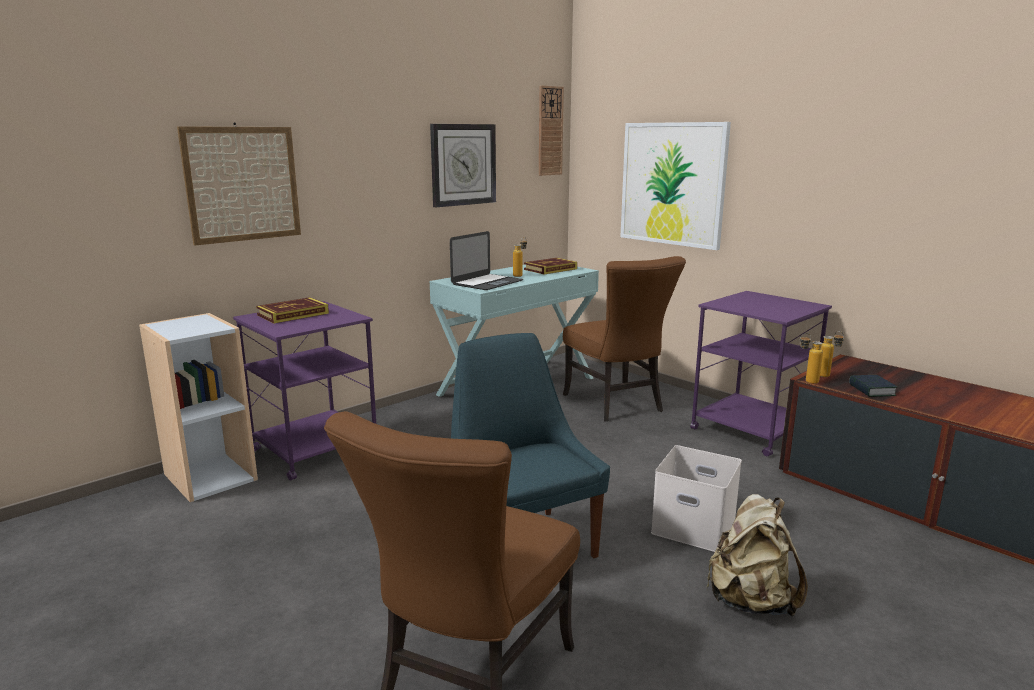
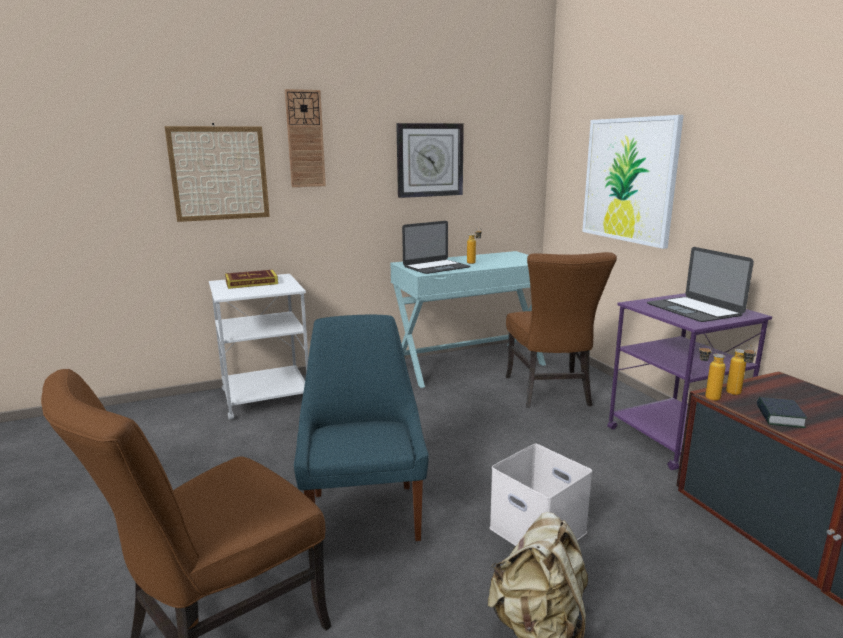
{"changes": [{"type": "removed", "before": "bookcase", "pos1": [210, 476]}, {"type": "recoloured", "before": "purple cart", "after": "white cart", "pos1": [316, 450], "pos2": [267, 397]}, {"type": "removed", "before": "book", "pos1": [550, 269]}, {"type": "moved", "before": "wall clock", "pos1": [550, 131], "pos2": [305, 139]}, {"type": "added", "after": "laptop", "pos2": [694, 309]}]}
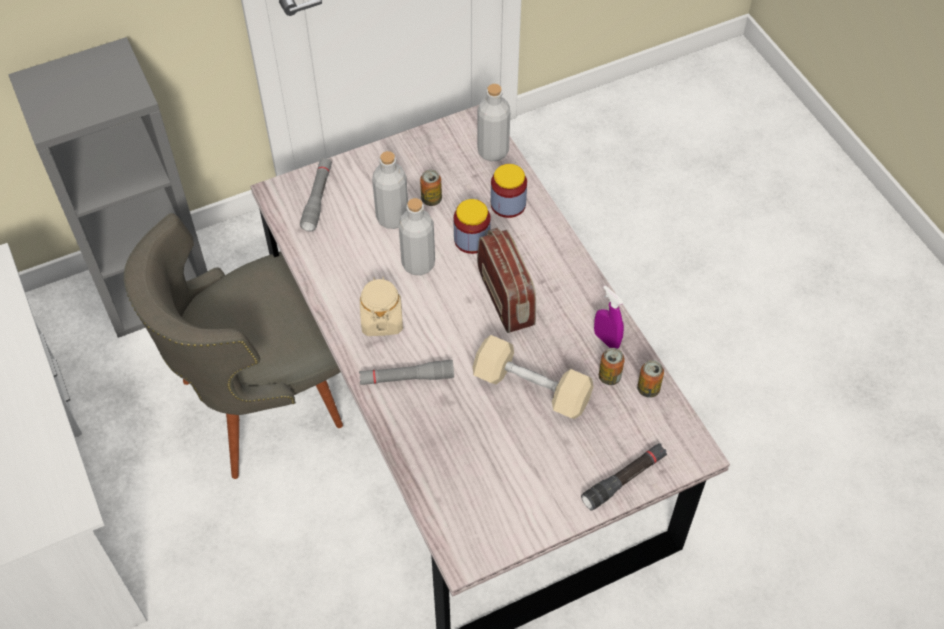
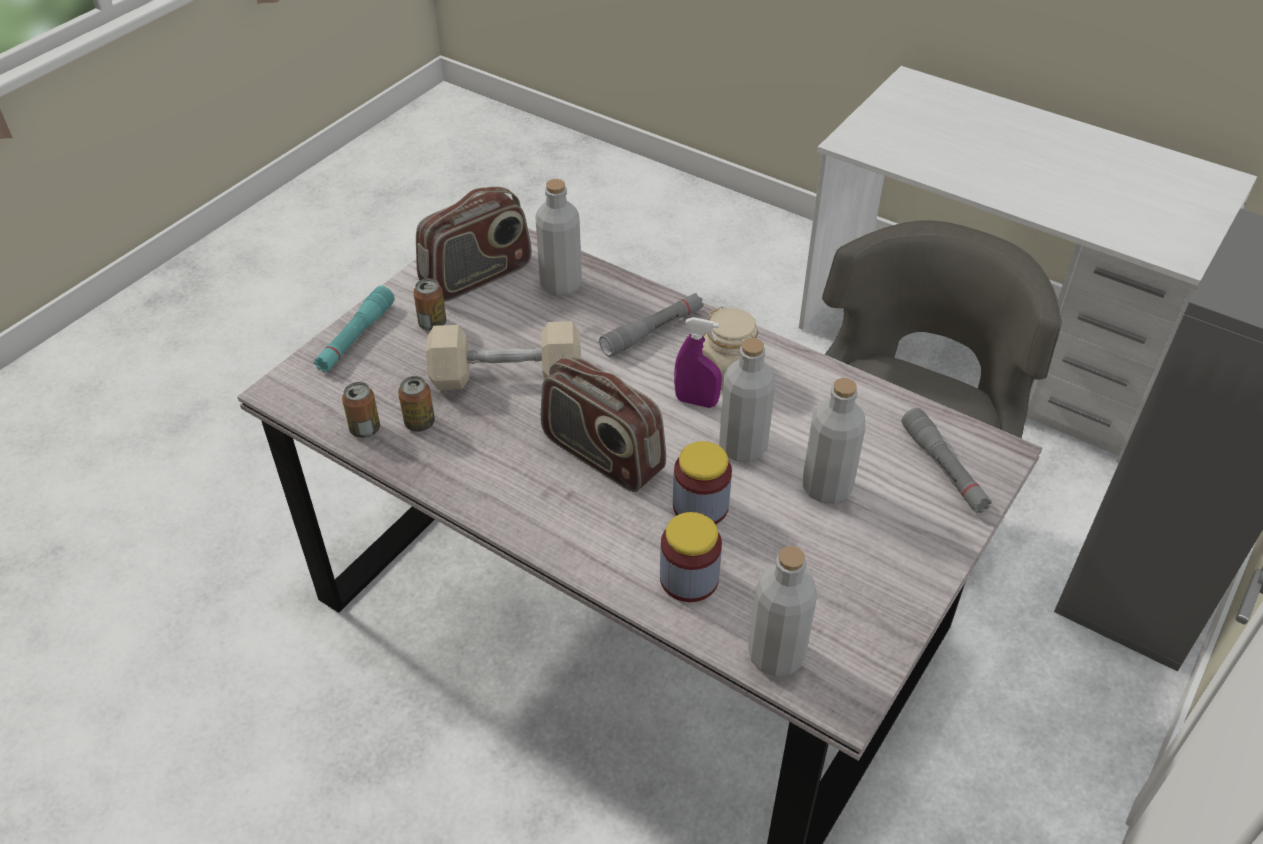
{"changes": [{"type": "moved", "before": "can", "pos1": [431, 199], "pos2": [432, 323]}, {"type": "recoloured", "before": "black flashlight", "after": "turquoise flashlight", "pos1": [624, 479], "pos2": [356, 337]}, {"type": "moved", "before": "purple spray bottle", "pos1": [606, 340], "pos2": [696, 401]}, {"type": "added", "after": "radio", "pos2": [477, 276]}, {"type": "added", "after": "grey bottle", "pos2": [561, 284]}]}
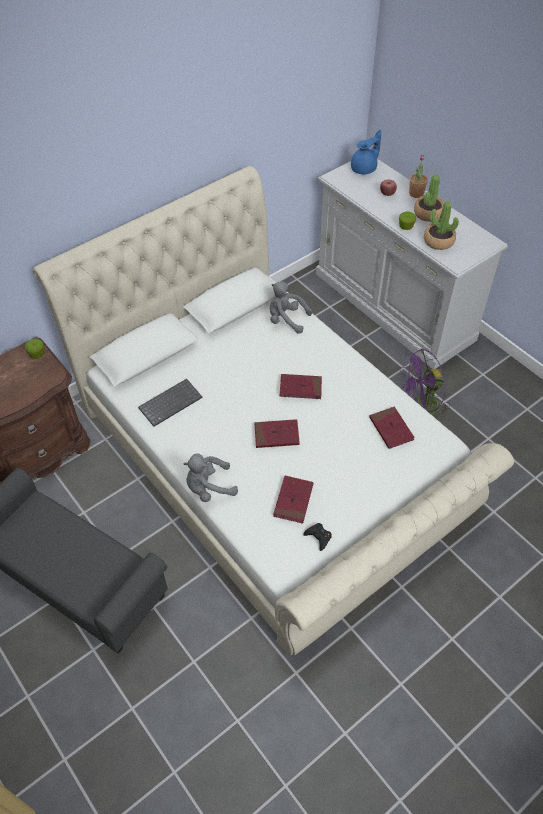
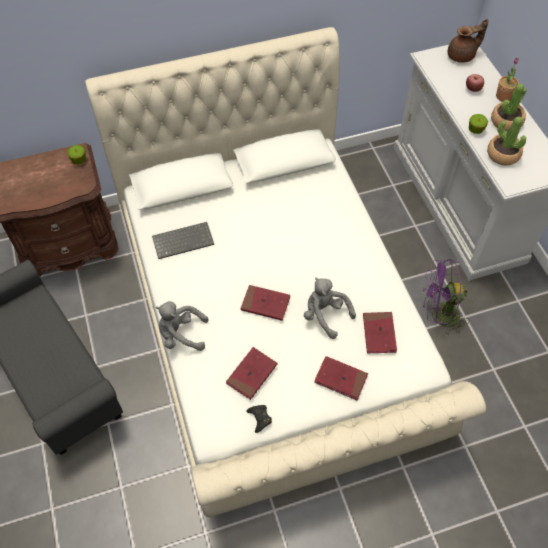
{"changes": [{"type": "moved", "before": "grey plush toy", "pos1": [286, 319], "pos2": [325, 315]}, {"type": "moved", "before": "red book", "pos1": [300, 388], "pos2": [341, 379]}, {"type": "recoloured", "before": "blue teapot", "after": "brown teapot", "pos1": [364, 169], "pos2": [462, 56]}]}
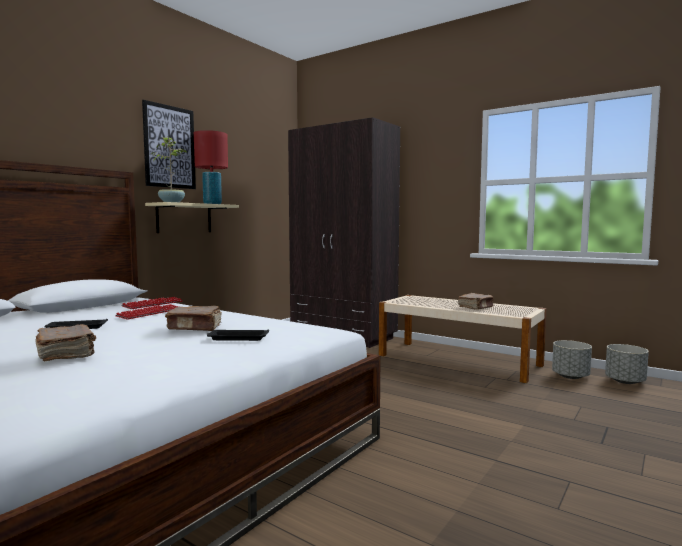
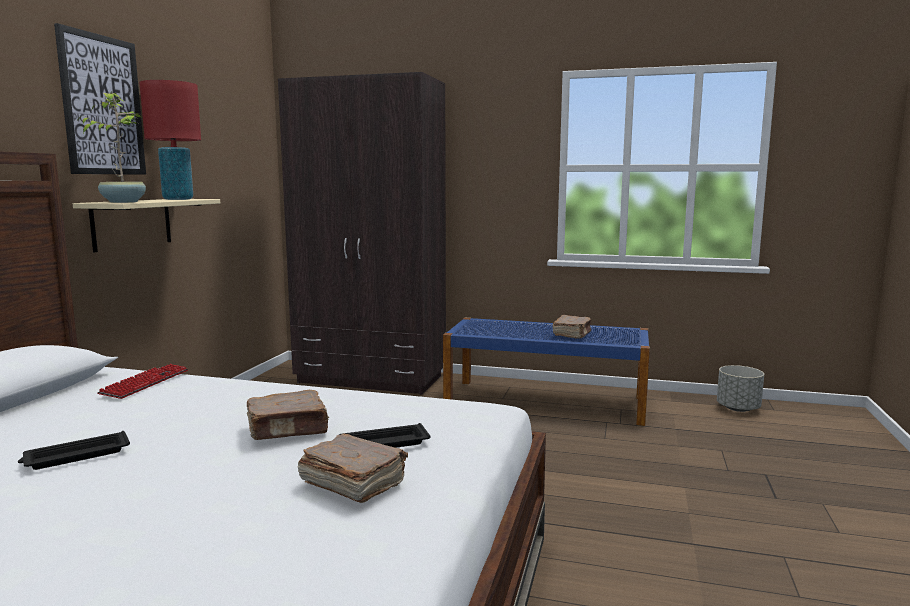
{"changes": [{"type": "moved", "before": "brown book", "pos1": [67, 354], "pos2": [352, 483]}, {"type": "removed", "before": "keyboard", "pos1": [149, 313]}, {"type": "recoloured", "before": "beige bench", "after": "blue bench", "pos1": [458, 360], "pos2": [545, 401]}, {"type": "removed", "before": "grey planter", "pos1": [571, 376]}]}
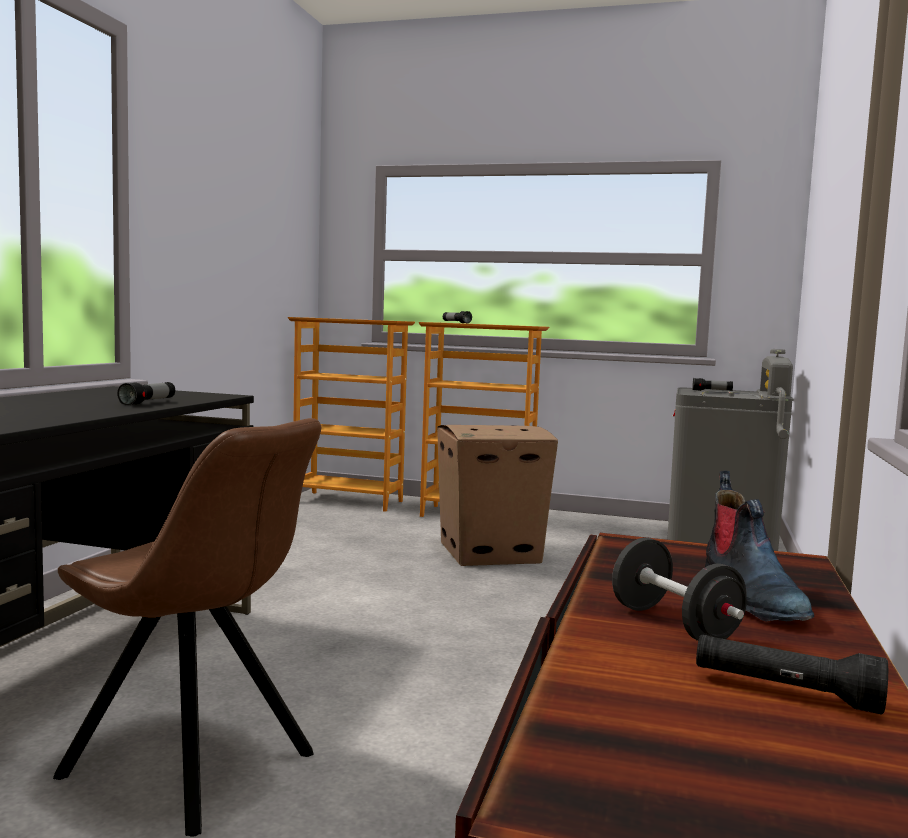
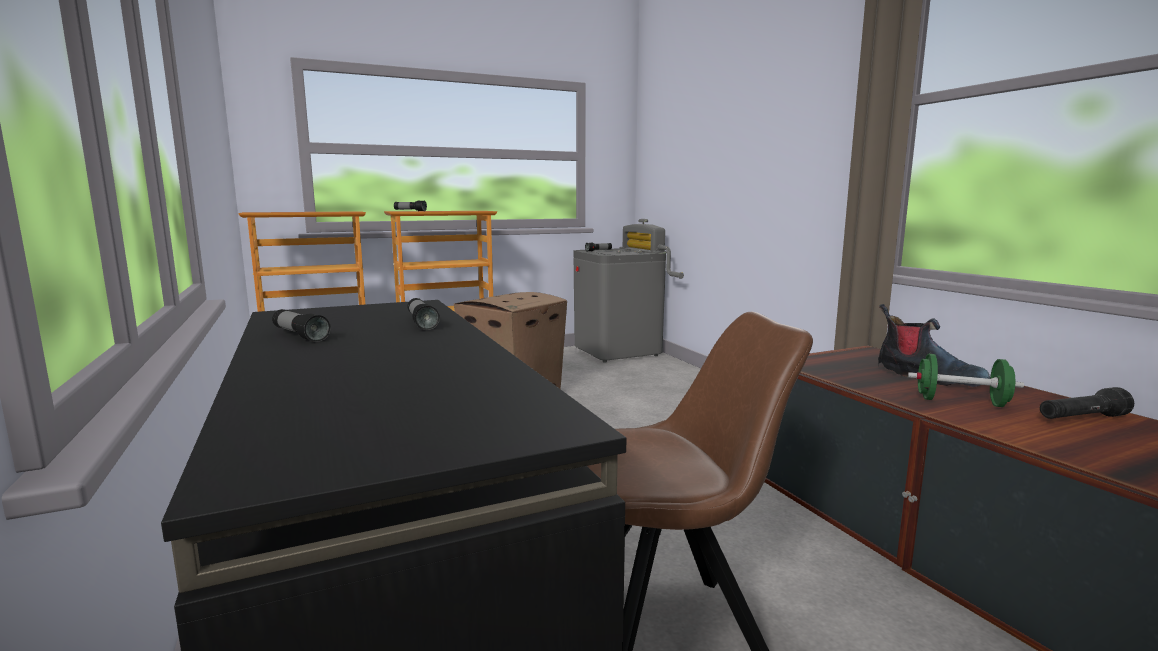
{"changes": [{"type": "recoloured", "before": "black dumbbell", "after": "green dumbbell", "pos1": [674, 625], "pos2": [961, 402]}, {"type": "added", "after": "flashlight", "pos2": [300, 336]}]}
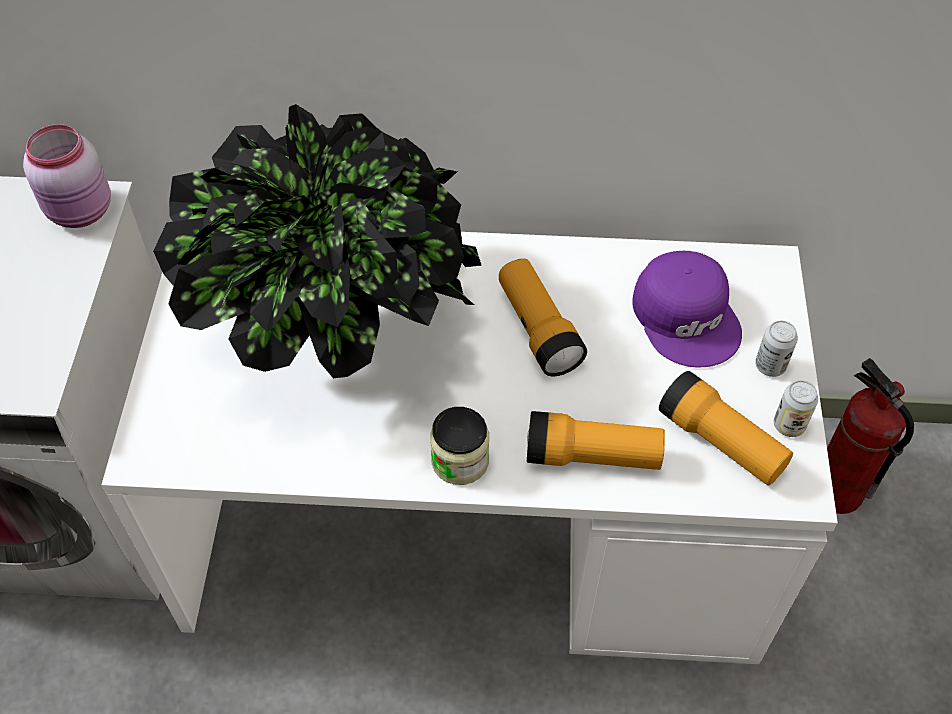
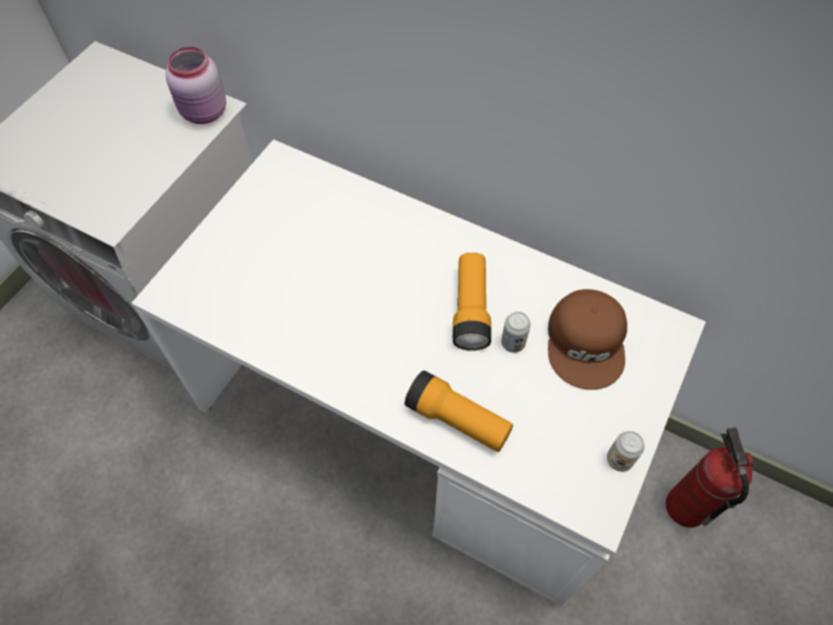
{"changes": [{"type": "removed", "before": "potted plant", "pos1": [335, 330]}, {"type": "removed", "before": "jar", "pos1": [460, 461]}, {"type": "recoloured", "before": "purple cap", "after": "brown cap", "pos1": [687, 316], "pos2": [587, 343]}, {"type": "removed", "before": "flashlight", "pos1": [721, 442]}, {"type": "moved", "before": "can", "pos1": [770, 366], "pos2": [513, 343]}]}
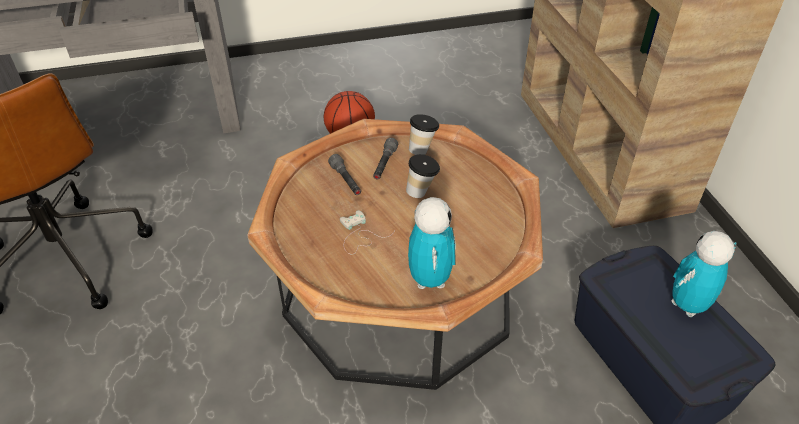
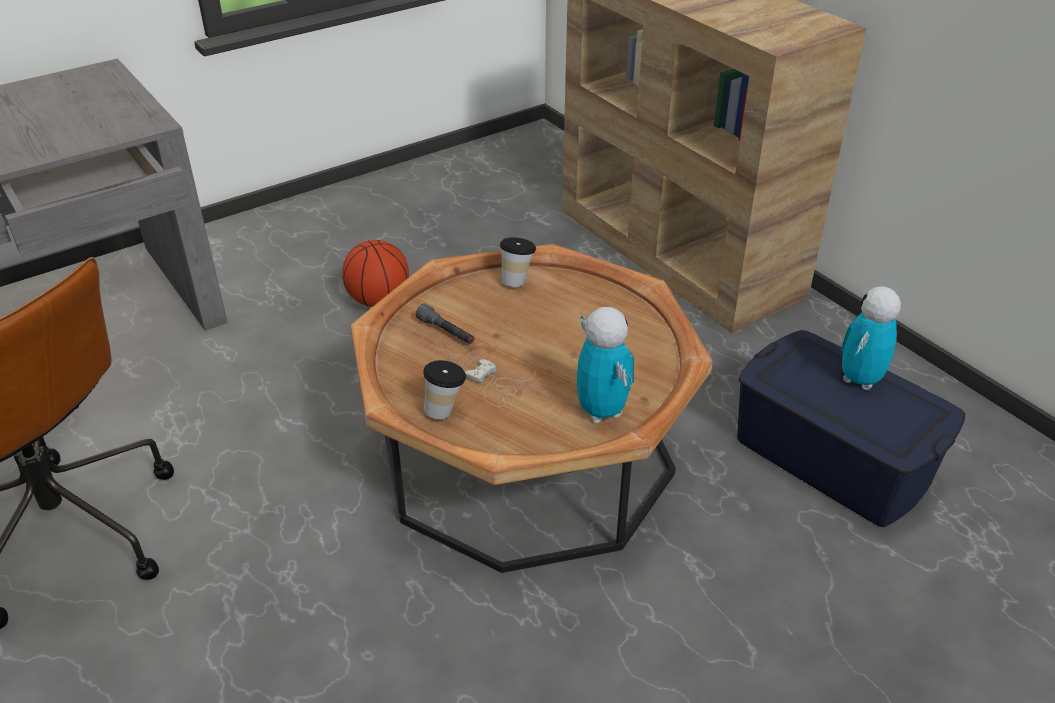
{"changes": [{"type": "removed", "before": "grey flashlight", "pos1": [384, 164]}, {"type": "moved", "before": "cup", "pos1": [422, 192], "pos2": [445, 410]}]}
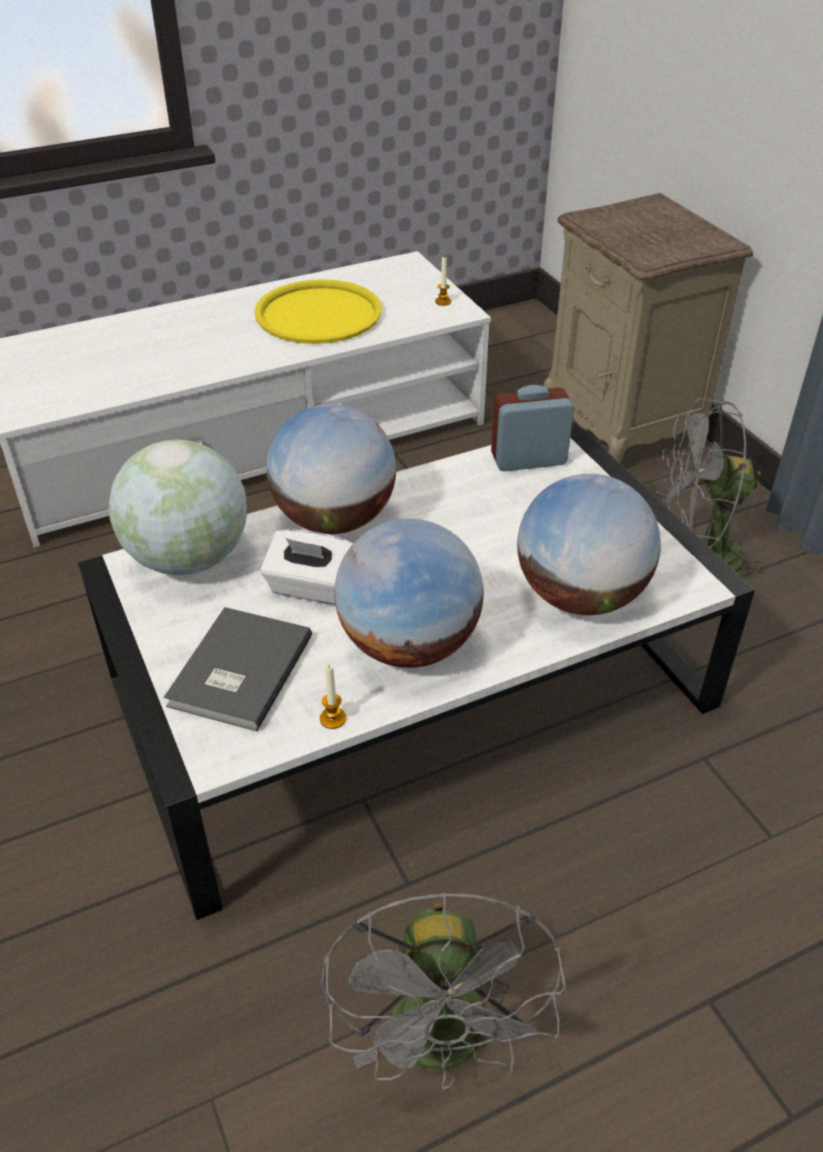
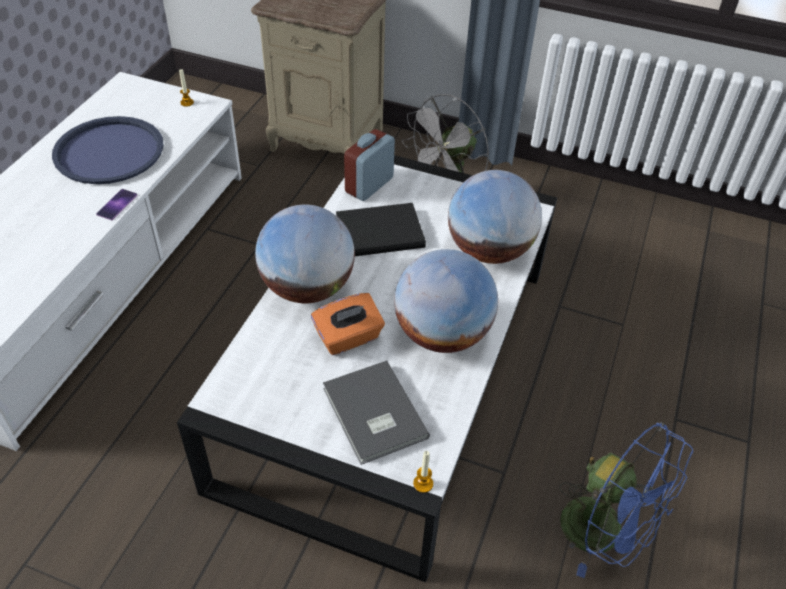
{"changes": [{"type": "removed", "before": "globe", "pos1": [188, 558]}, {"type": "recoloured", "before": "yellow tray", "after": "blue tray", "pos1": [319, 314], "pos2": [109, 151]}, {"type": "recoloured", "before": "white tissue box", "after": "orange tissue box", "pos1": [311, 587], "pos2": [348, 338]}, {"type": "moved", "before": "candle", "pos1": [333, 719], "pos2": [423, 484]}, {"type": "recoloured", "before": "grey fan", "after": "blue fan", "pos1": [444, 1045], "pos2": [604, 533]}, {"type": "added", "after": "phone", "pos2": [117, 204]}, {"type": "added", "after": "black book", "pos2": [378, 231]}]}
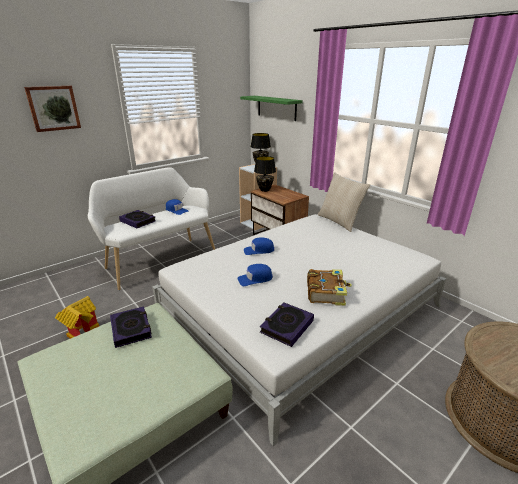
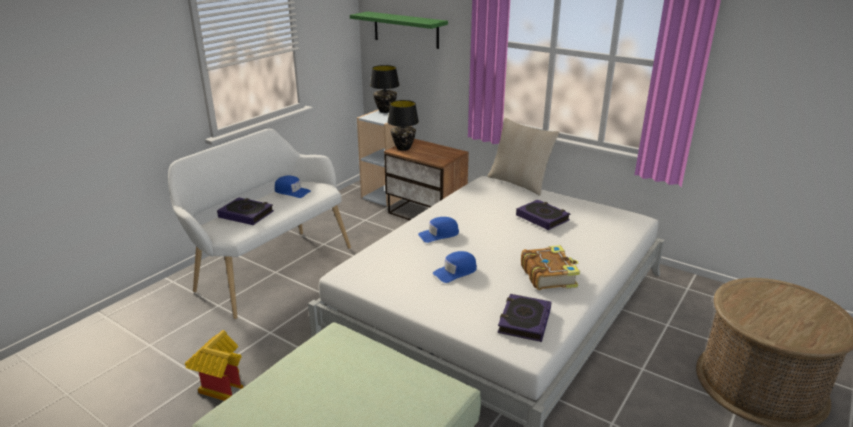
{"changes": [{"type": "removed", "before": "picture", "pos1": [53, 108]}, {"type": "moved", "before": "book", "pos1": [131, 329], "pos2": [542, 218]}]}
